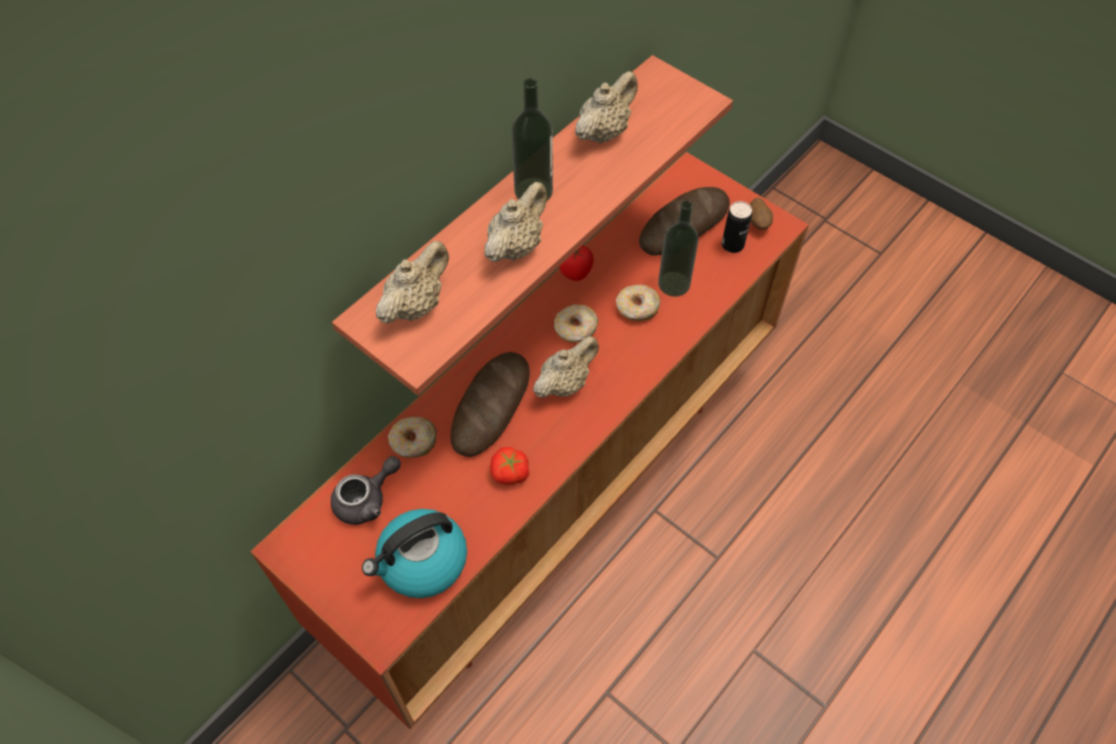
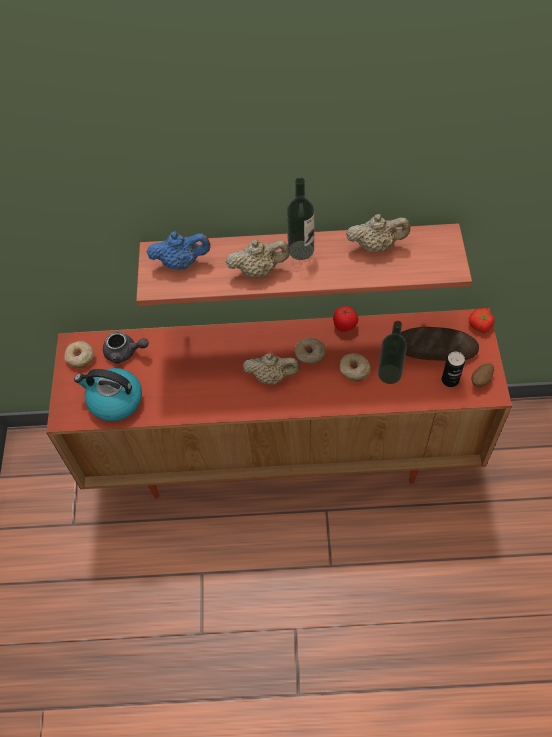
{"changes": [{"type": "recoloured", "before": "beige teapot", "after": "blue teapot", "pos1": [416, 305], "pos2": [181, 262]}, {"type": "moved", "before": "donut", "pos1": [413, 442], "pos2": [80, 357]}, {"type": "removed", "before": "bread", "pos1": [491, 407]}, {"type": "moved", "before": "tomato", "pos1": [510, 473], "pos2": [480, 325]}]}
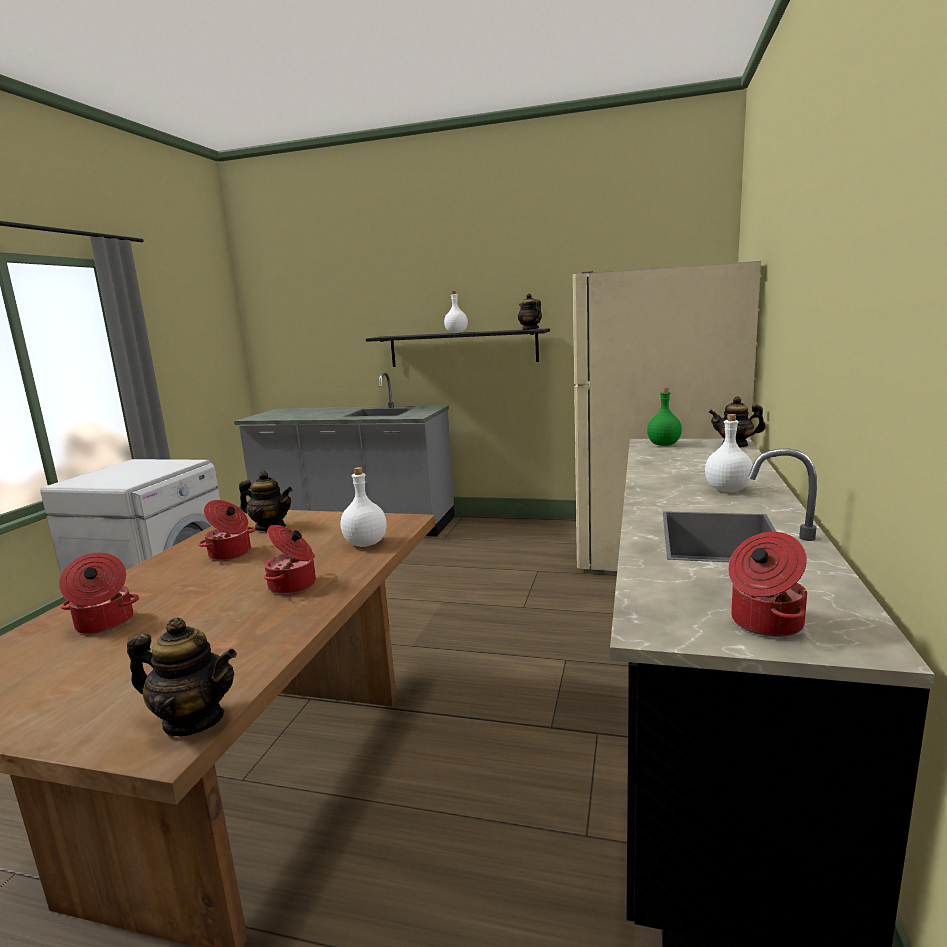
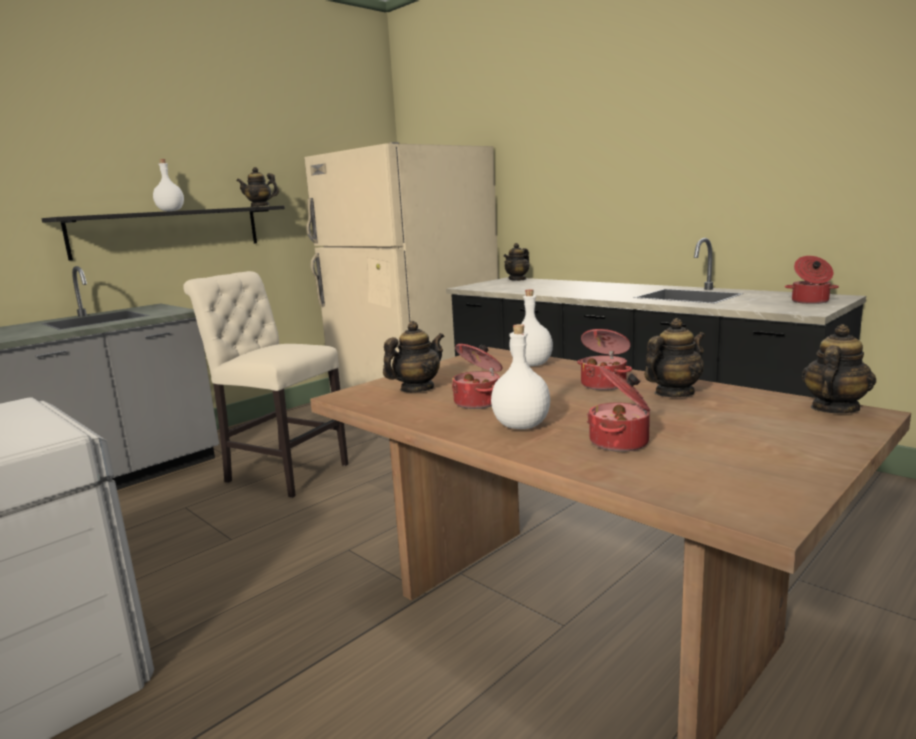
{"changes": [{"type": "removed", "before": "green bottle", "pos1": [664, 445]}, {"type": "moved", "before": "white bottle", "pos1": [728, 490], "pos2": [522, 426]}, {"type": "added", "after": "beige stool", "pos2": [282, 472]}, {"type": "added", "after": "teapot", "pos2": [673, 393]}]}
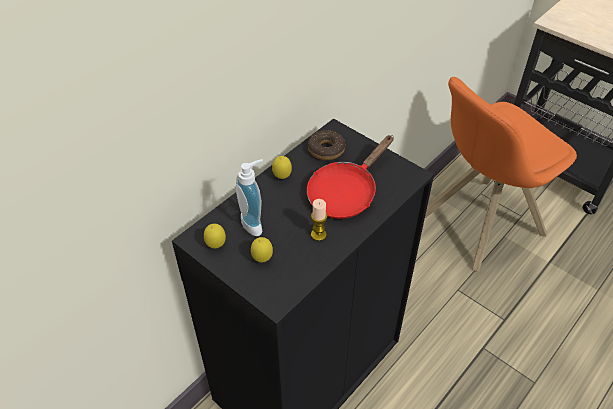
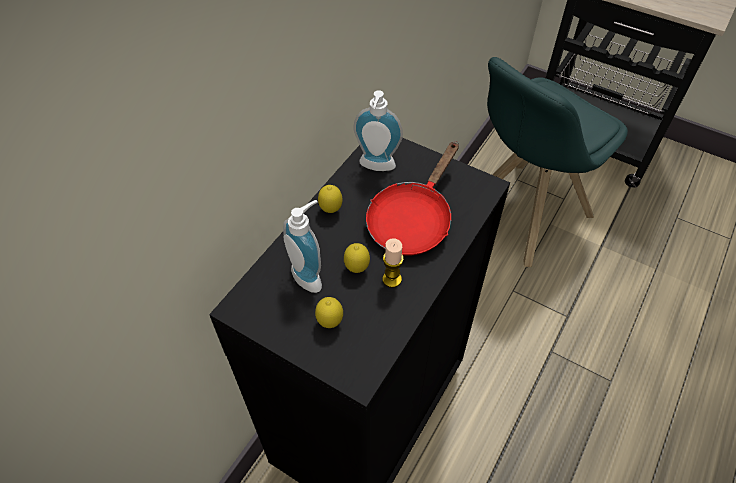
{"changes": [{"type": "moved", "before": "lemon", "pos1": [216, 246], "pos2": [357, 269]}, {"type": "replaced", "before": "donut", "after": "soap dispenser", "pos1": [326, 149], "pos2": [376, 167]}, {"type": "recoloured", "before": "orange chair", "after": "turquoise chair", "pos1": [480, 224], "pos2": [522, 214]}]}
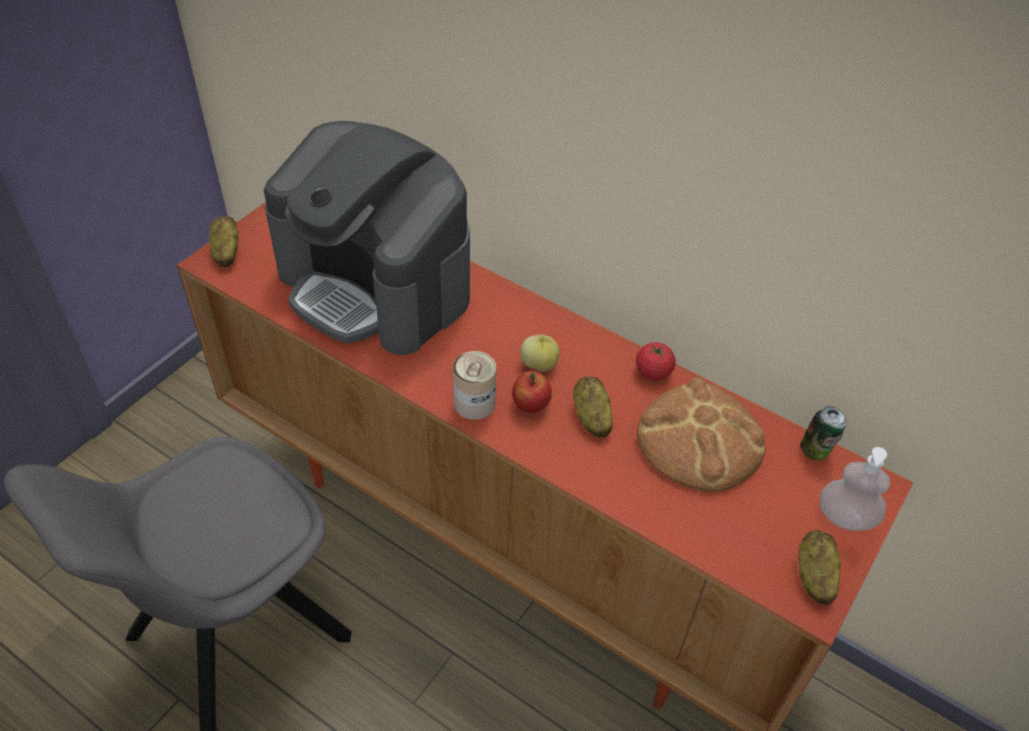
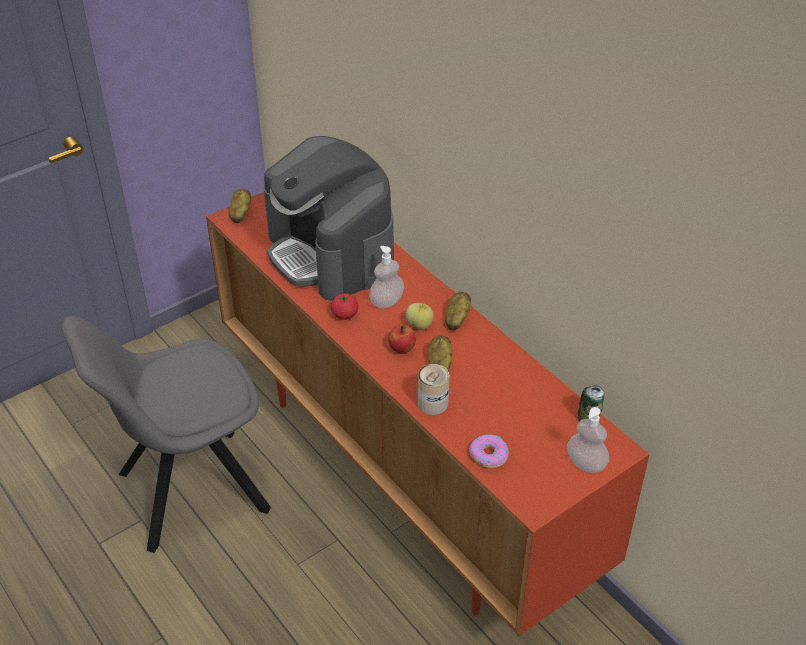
{"changes": [{"type": "moved", "before": "can", "pos1": [474, 403], "pos2": [432, 403]}, {"type": "moved", "before": "tomato", "pos1": [653, 372], "pos2": [345, 315]}, {"type": "removed", "before": "bread", "pos1": [700, 439]}, {"type": "moved", "before": "potato", "pos1": [813, 576], "pos2": [456, 319]}, {"type": "added", "after": "soap dispenser", "pos2": [387, 301]}, {"type": "added", "after": "donut", "pos2": [488, 455]}]}
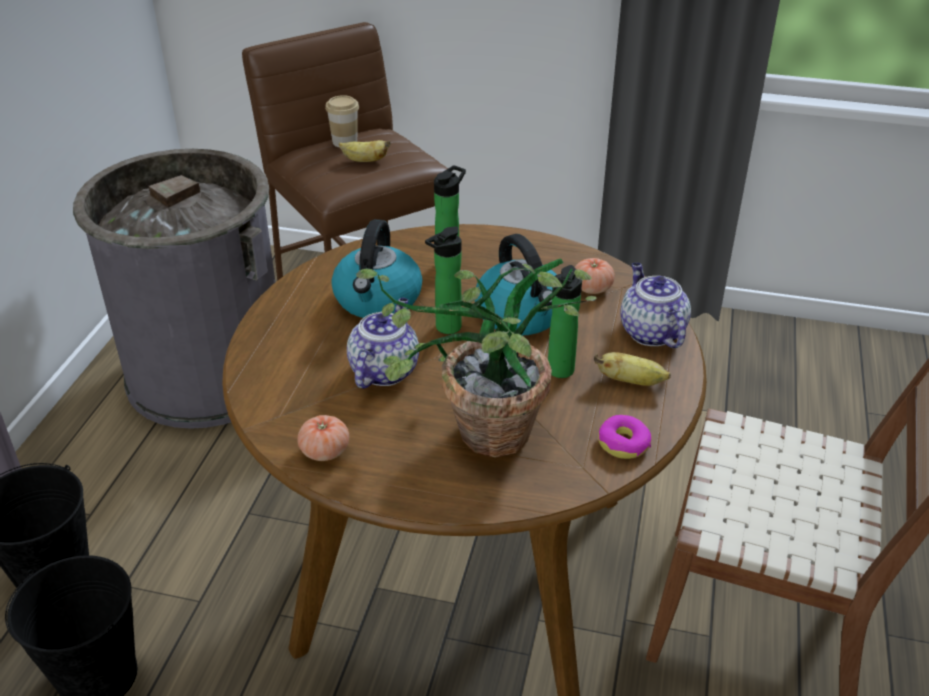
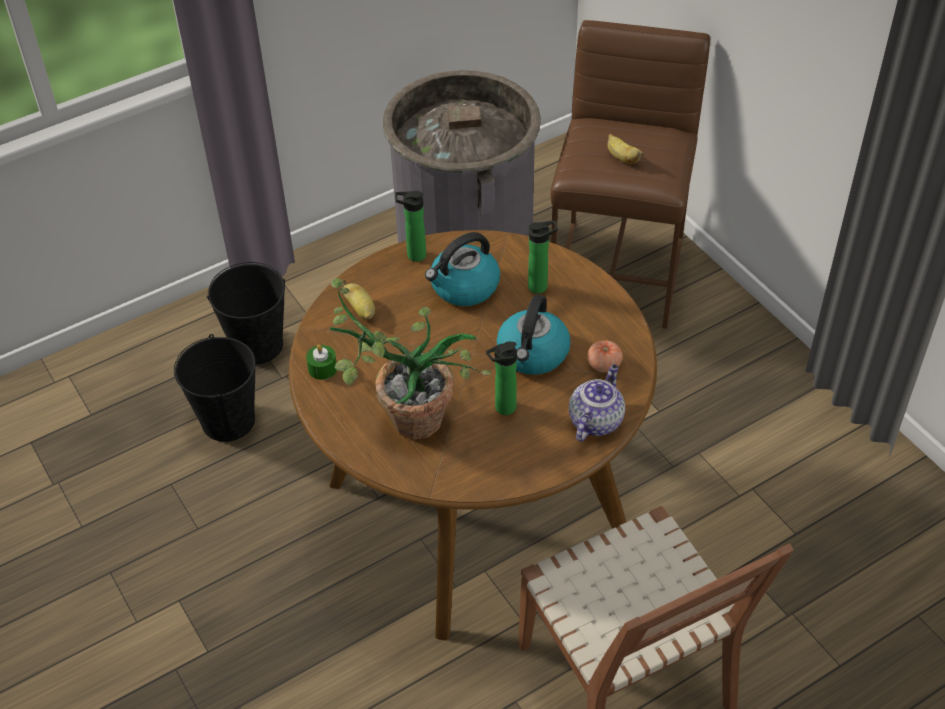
{"changes": [{"type": "replaced", "before": "tomato", "after": "green candle", "pos1": [325, 451], "pos2": [322, 368]}, {"type": "removed", "before": "cup", "pos1": [345, 142]}, {"type": "removed", "before": "teapot", "pos1": [384, 370]}, {"type": "moved", "before": "bottle", "pos1": [445, 328], "pos2": [413, 255]}, {"type": "moved", "before": "banana", "pos1": [631, 381], "pos2": [361, 310]}, {"type": "removed", "before": "donut", "pos1": [623, 444]}]}
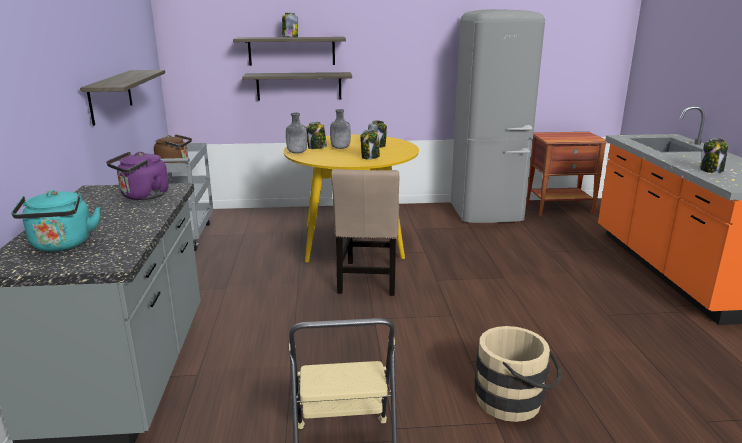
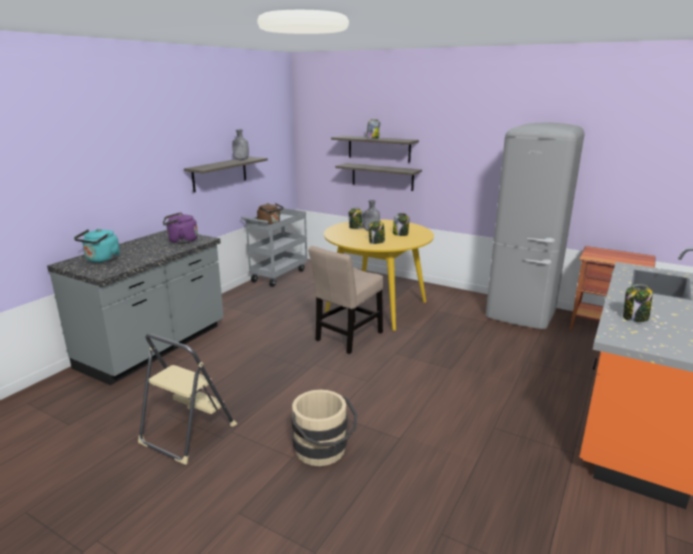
{"changes": [{"type": "moved", "before": "grey bottle", "pos1": [297, 153], "pos2": [241, 160]}]}
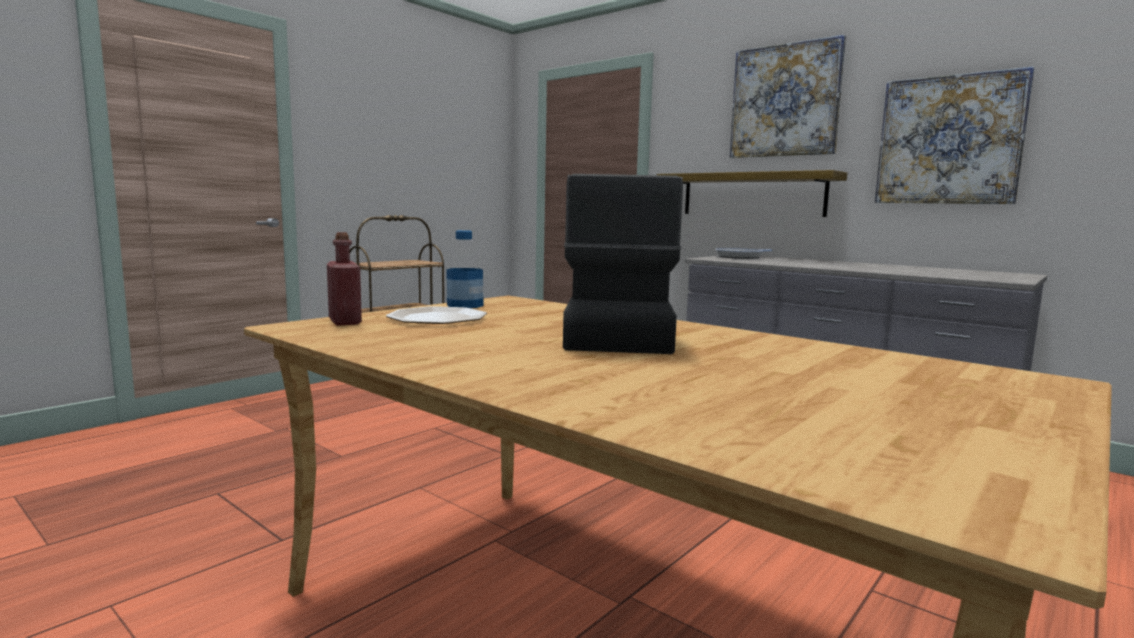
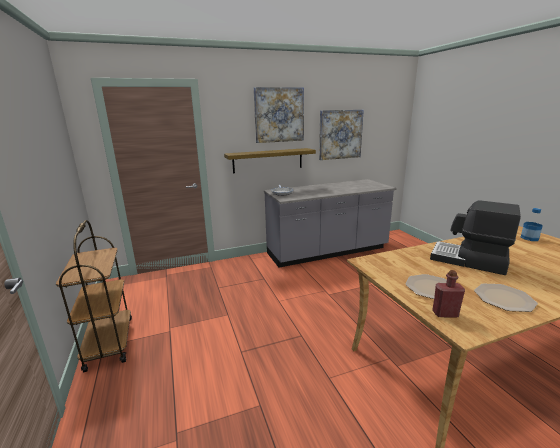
{"changes": [{"type": "moved", "before": "bottle", "pos1": [465, 305], "pos2": [529, 238]}, {"type": "added", "after": "plate", "pos2": [504, 298]}]}
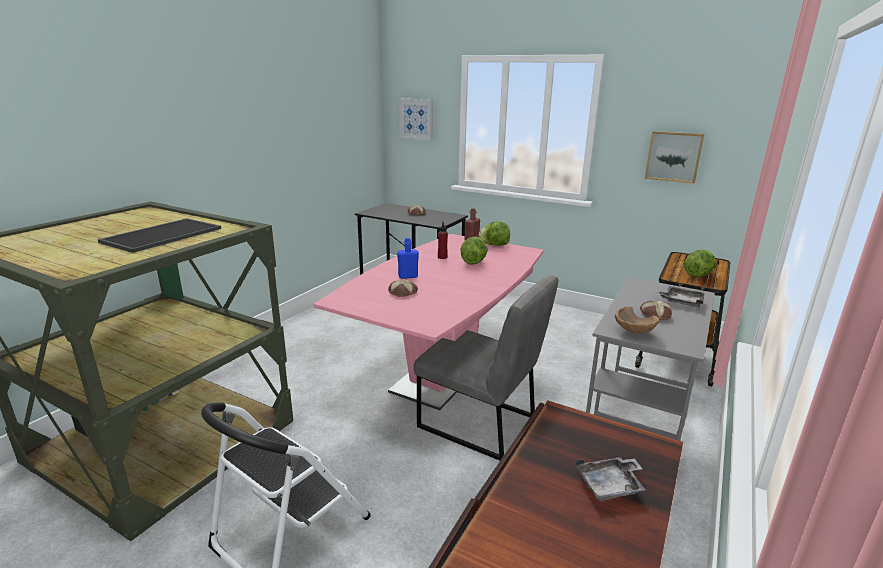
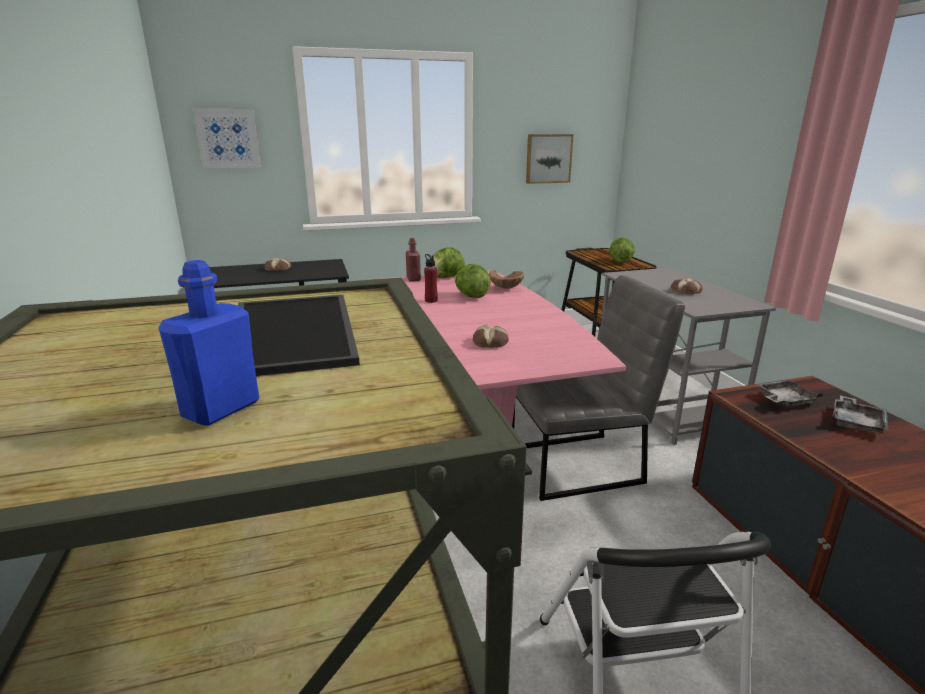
{"changes": [{"type": "moved", "before": "blue bottle", "pos1": [408, 276], "pos2": [221, 409]}, {"type": "moved", "before": "brown bowl", "pos1": [633, 332], "pos2": [505, 289]}, {"type": "moved", "before": "grey tray", "pos1": [681, 302], "pos2": [784, 400]}]}
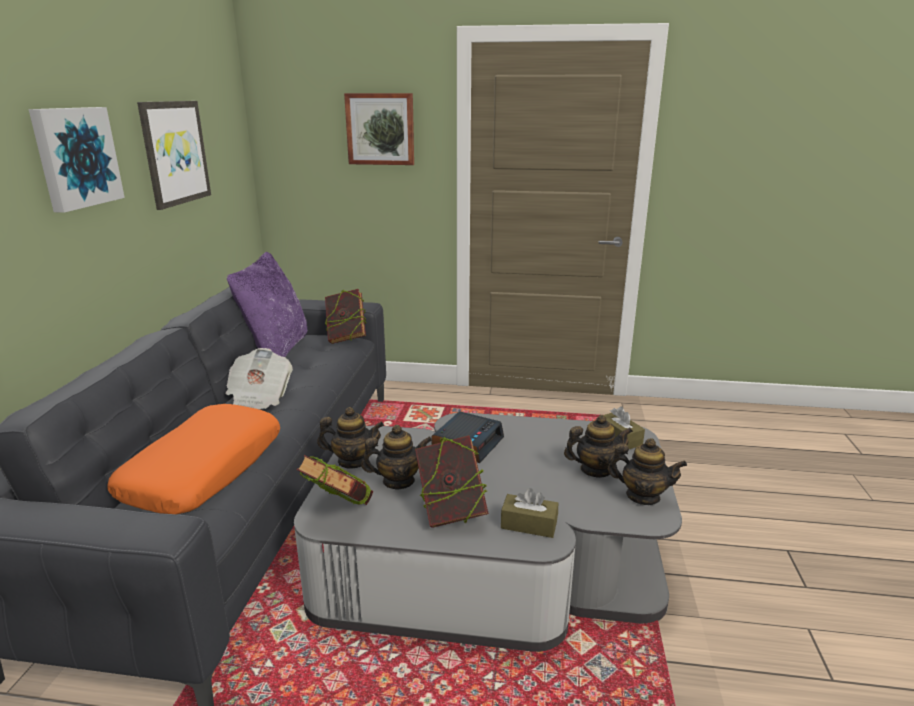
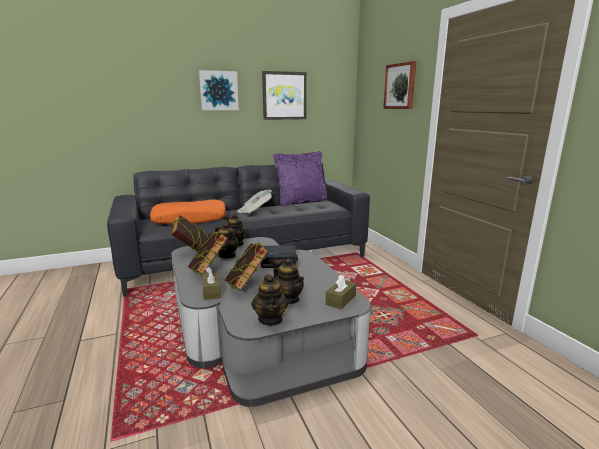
{"changes": [{"type": "moved", "before": "book", "pos1": [346, 339], "pos2": [247, 286]}]}
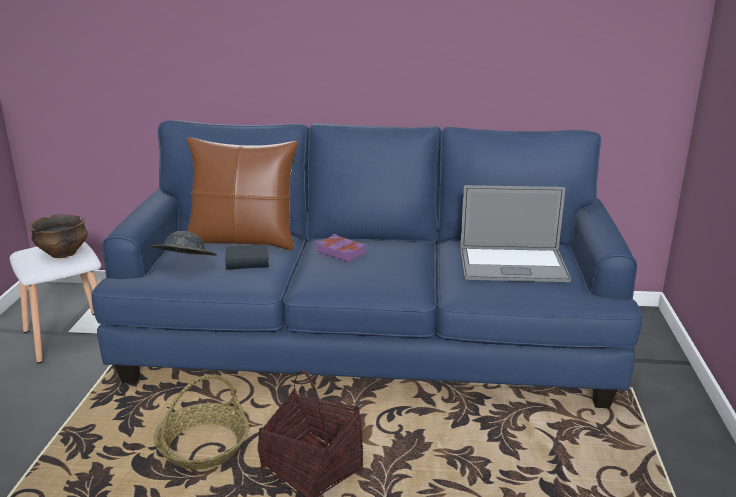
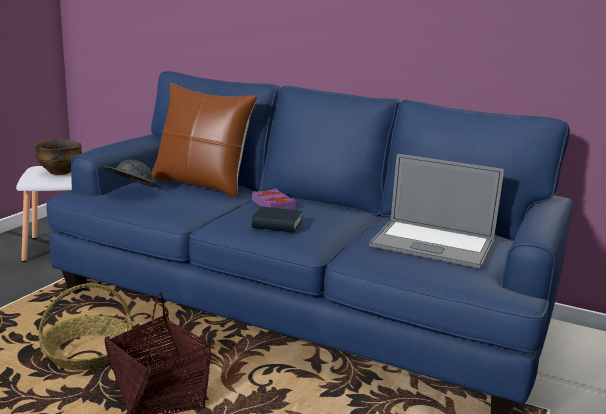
{"changes": [{"type": "moved", "before": "book", "pos1": [247, 262], "pos2": [277, 225]}]}
